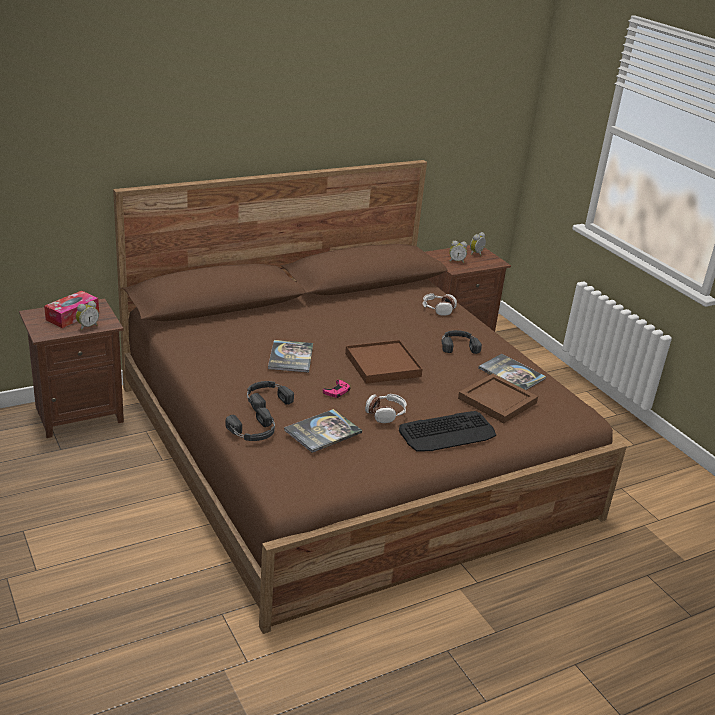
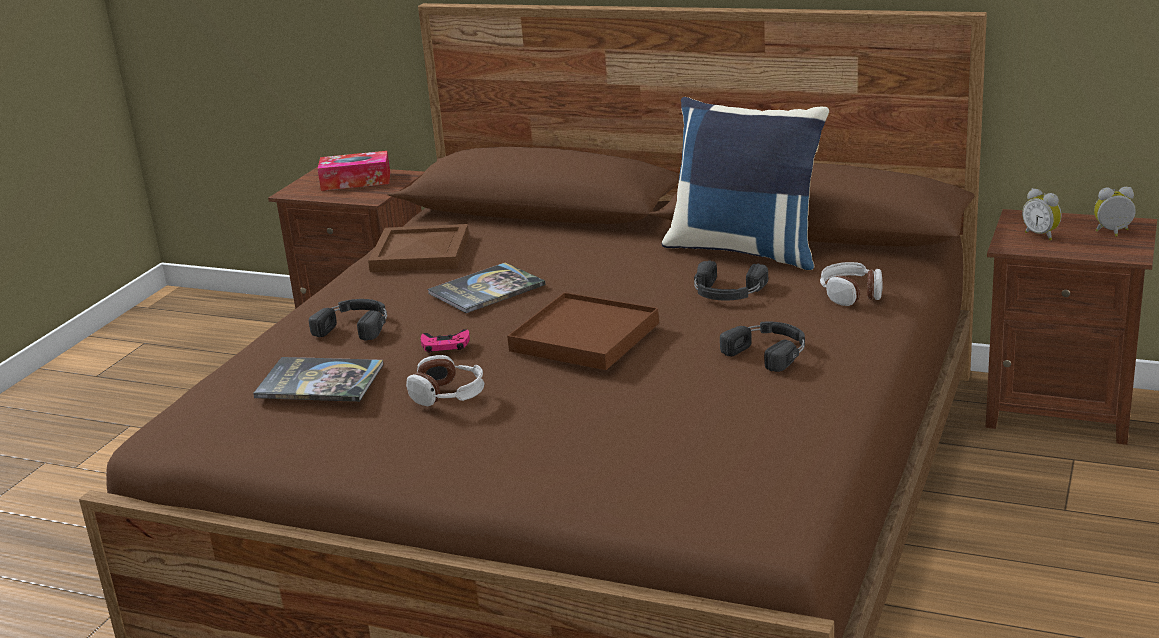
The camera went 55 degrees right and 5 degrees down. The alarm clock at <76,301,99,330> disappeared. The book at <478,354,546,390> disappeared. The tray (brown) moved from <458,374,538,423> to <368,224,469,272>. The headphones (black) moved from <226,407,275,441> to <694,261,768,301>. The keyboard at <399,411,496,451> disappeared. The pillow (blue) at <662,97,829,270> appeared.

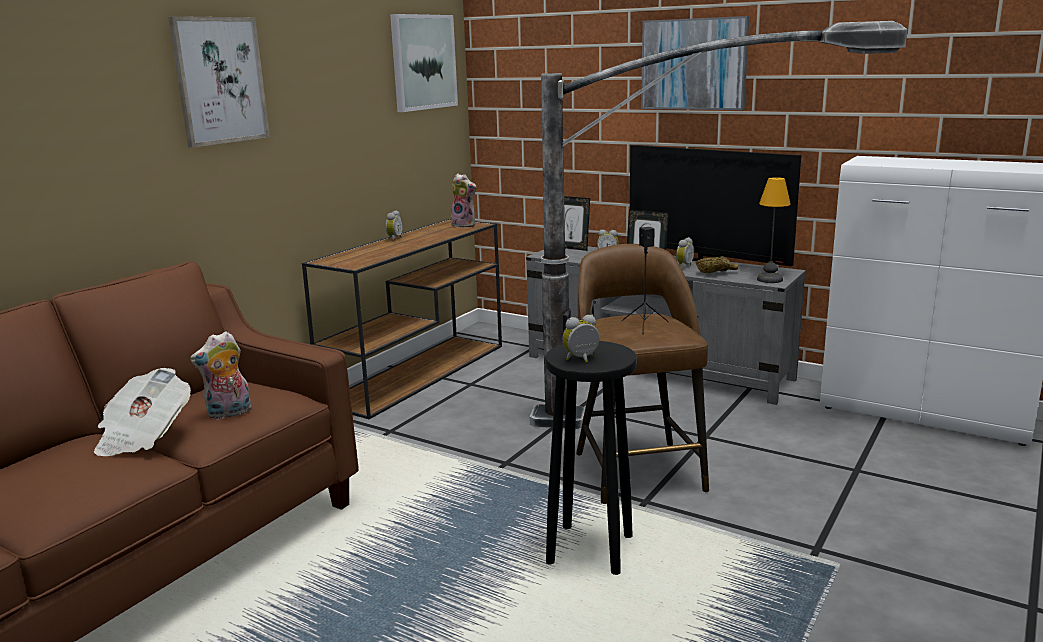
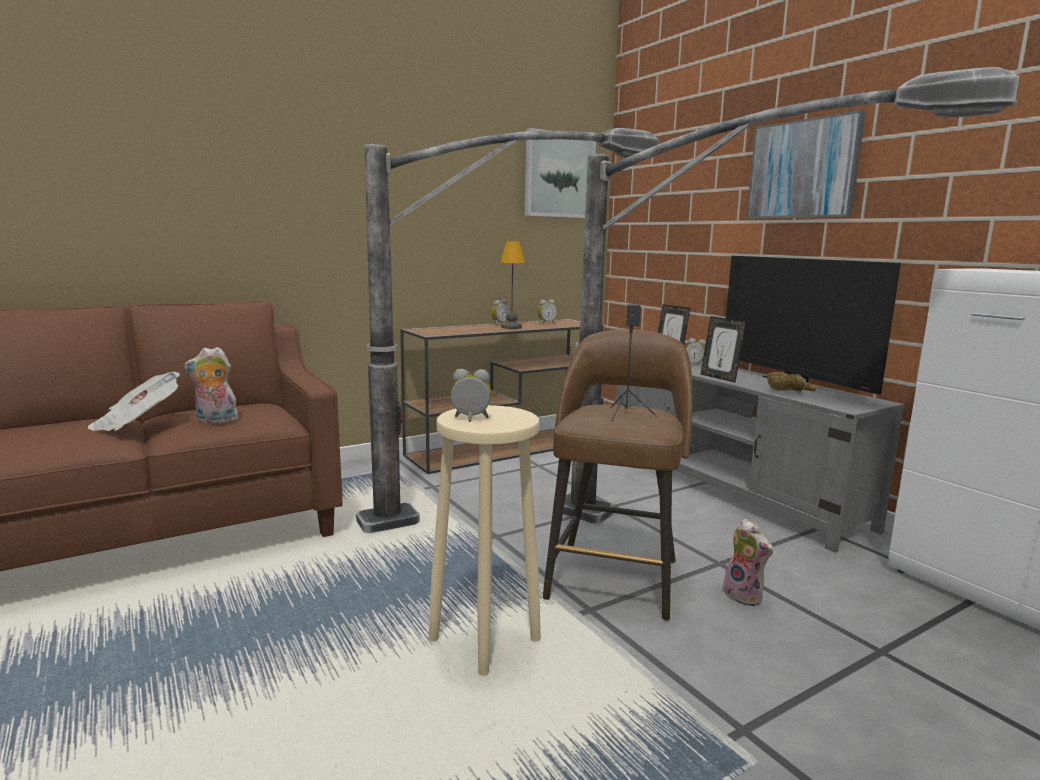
The camera went 25 degrees right and 5 degrees down. The picture at <168,16,270,148> disappeared. The plush toy moved from <451,174,477,228> to <721,519,773,606>. The table lamp moved from <757,177,791,283> to <500,241,525,329>. The alarm clock moved from <676,237,694,269> to <537,299,557,324>. The stool (black) at <545,341,637,575> became the stool (beige) at <429,405,541,676>. The floor lamp at <356,128,660,533> appeared.

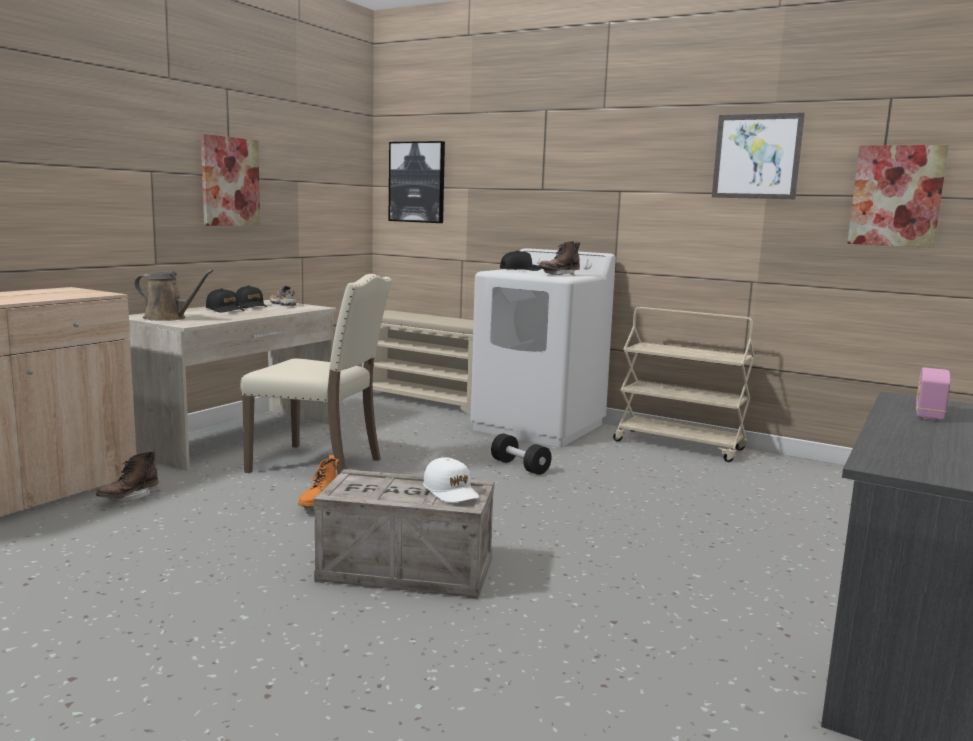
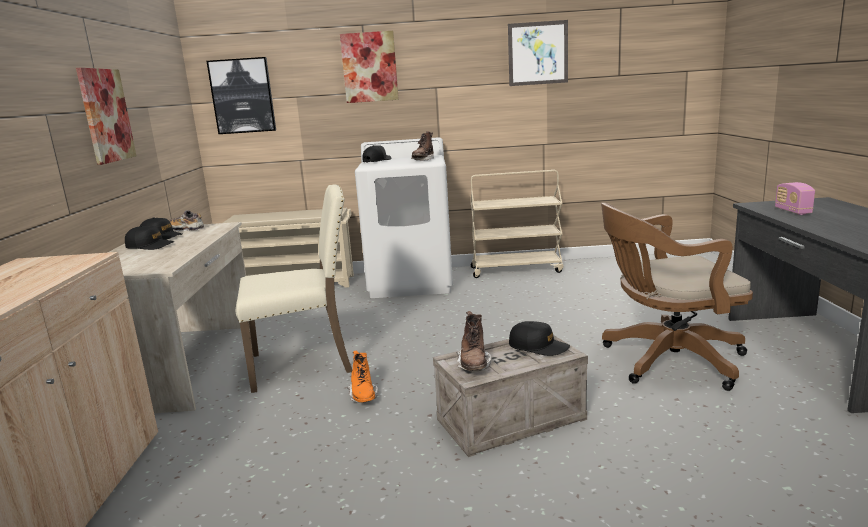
The camera went 30 degrees left and 5 degrees up. The picture moved from <847,145,949,248> to <340,31,399,103>. The watering can (brown) at <134,270,213,321> disappeared. The dumbbell (black) at <491,433,552,475> disappeared. The boot (brown) moved from <96,449,159,502> to <456,311,491,371>. The cap (white) at <423,457,479,502> became the cap (black) at <509,321,570,356>. The office chair (brown) at <601,203,753,391> appeared.

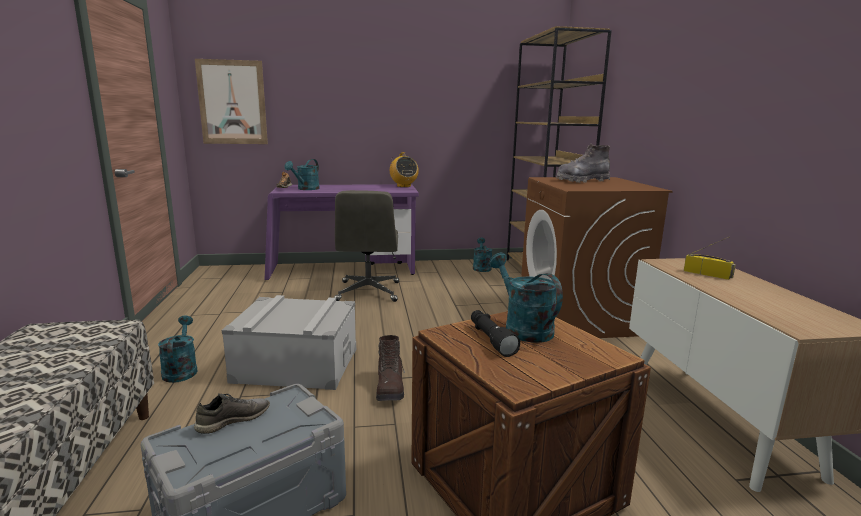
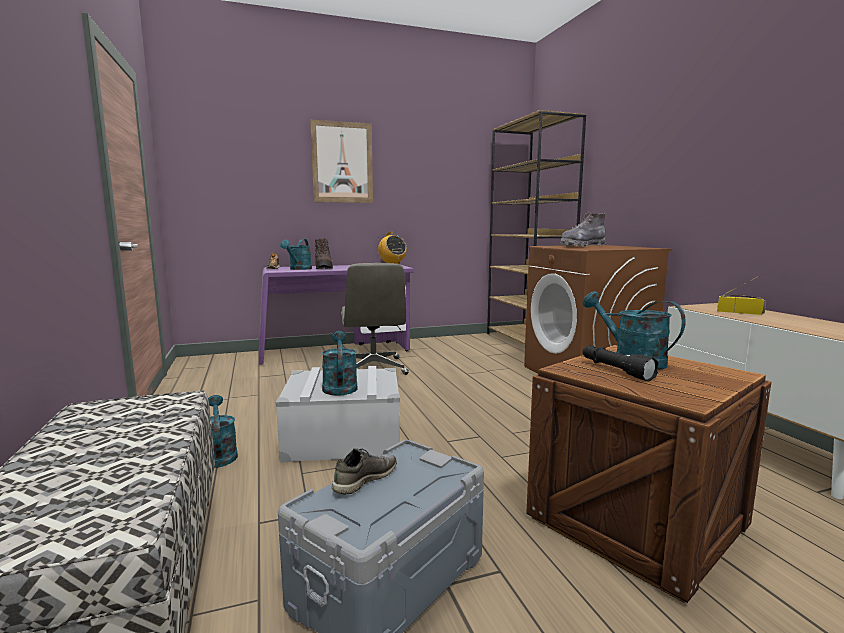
The camera went 10 degrees left and 5 degrees down. The picture moved from <195,59,268,144> to <310,120,373,203>. The watering can (turquoise) moved from <473,238,492,272> to <322,331,358,396>. The boot (brown) moved from <376,335,405,401> to <315,238,333,269>.

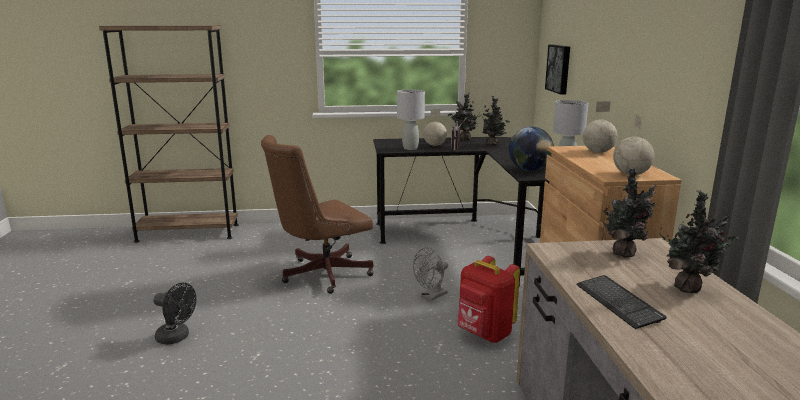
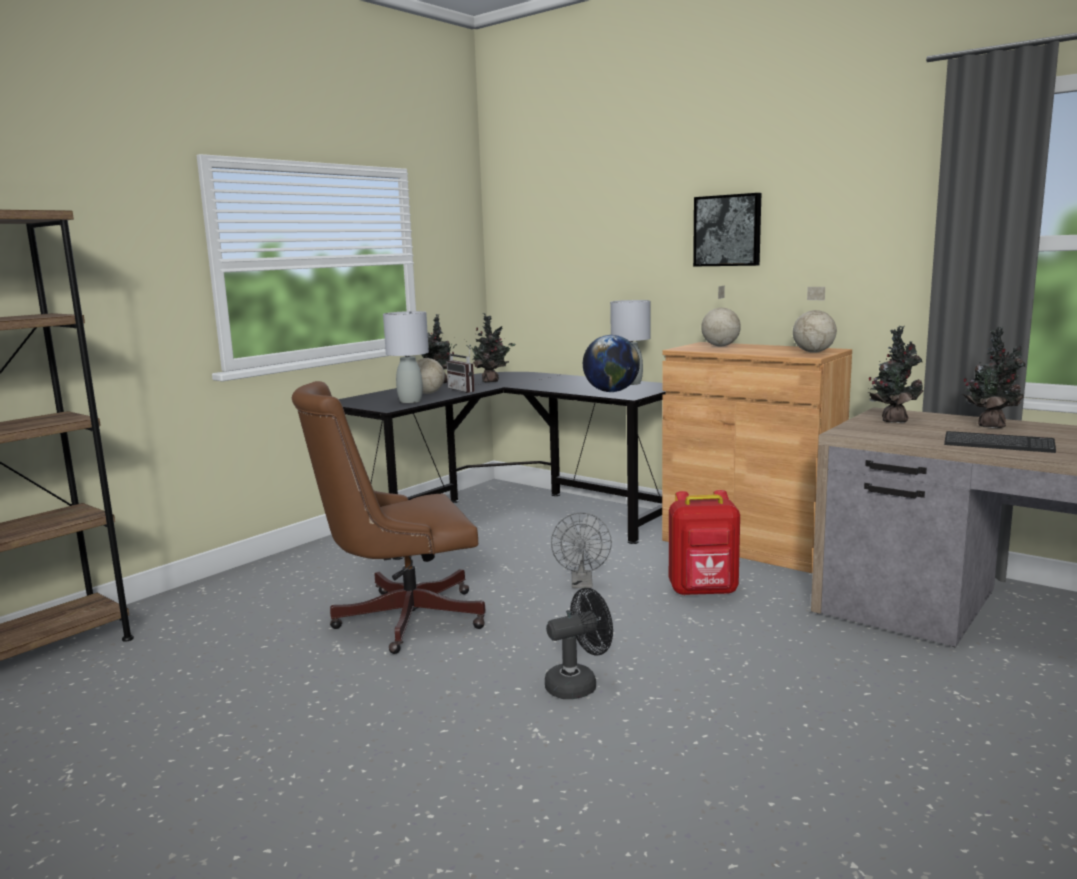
The camera went 45 degrees left and 5 degrees down. The picture moved from <545,44,570,95> to <693,193,761,266>. The office chair (brown) at <261,135,374,294> turned 60 degrees clockwise. The fan (black) moved from <154,283,196,344> to <545,588,613,699>.

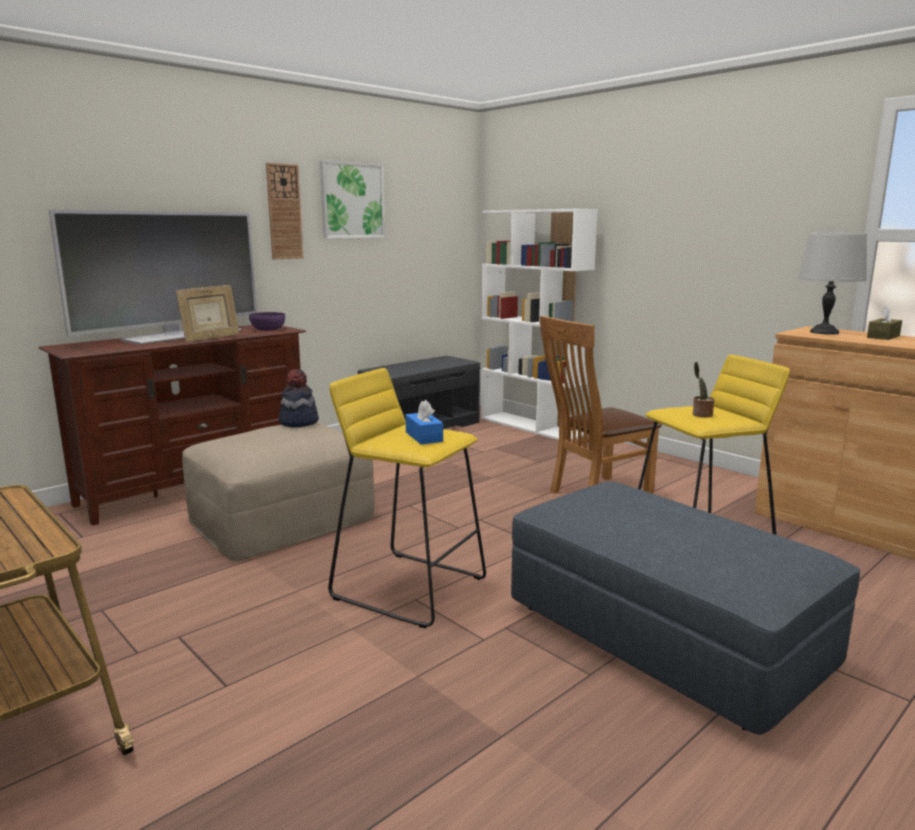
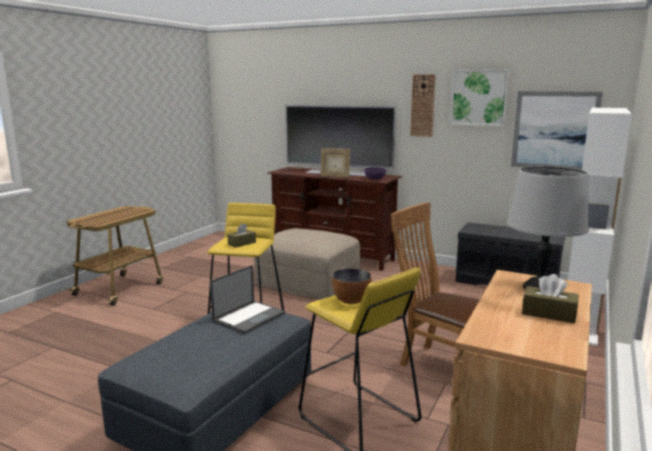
The camera went 70 degrees right and 0 degrees up. The potted plant at <693,362,714,418> was replaced by the bowl at <332,268,372,304>. The hat at <279,369,319,428> disappeared. The tissue box (blue) at <406,400,443,445> became the tissue box (brown) at <228,223,256,248>. The picture at <511,91,603,170> appeared. The laptop at <210,265,285,334> appeared.

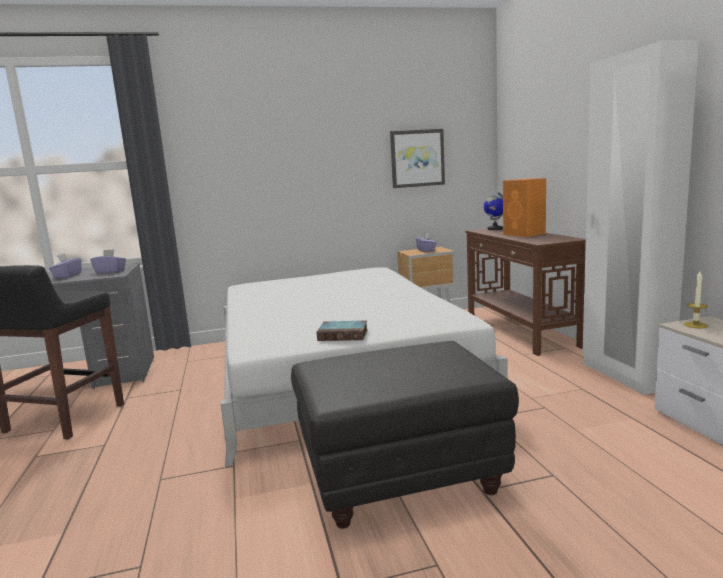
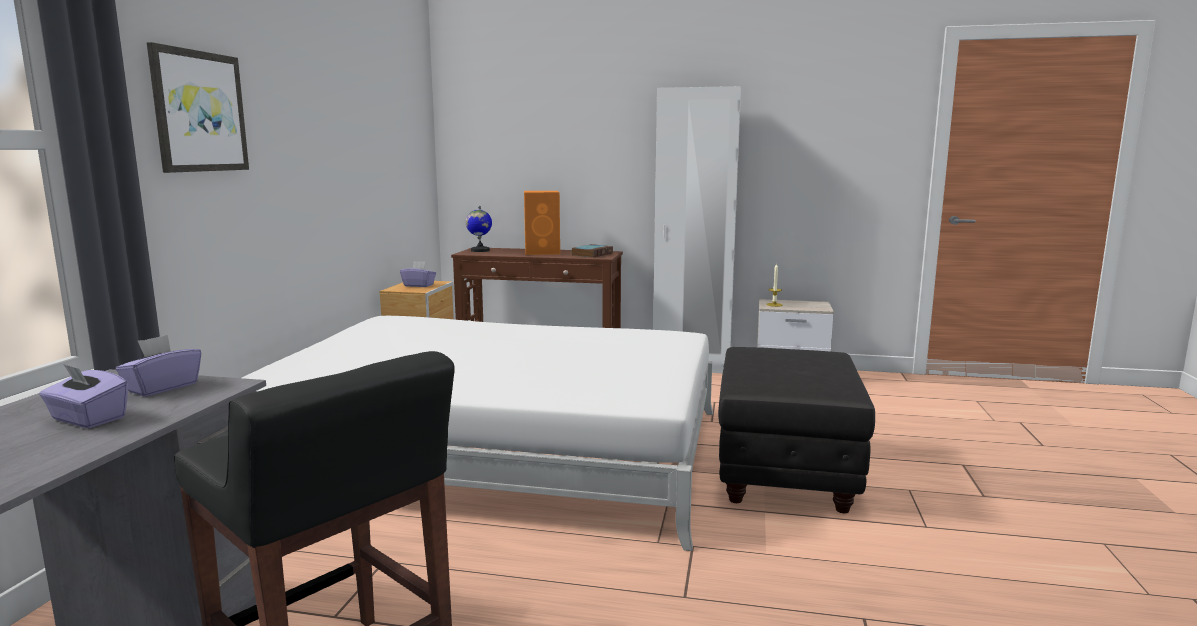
The camera went 65 degrees left and 0 degrees up. The picture moved from <390,129,445,188> to <147,42,249,173>. The book moved from <317,321,368,341> to <571,244,613,258>.

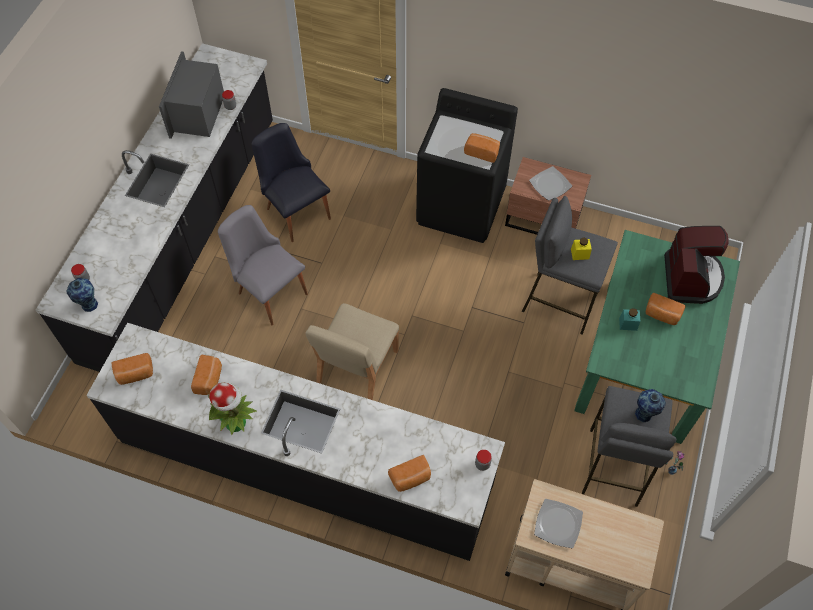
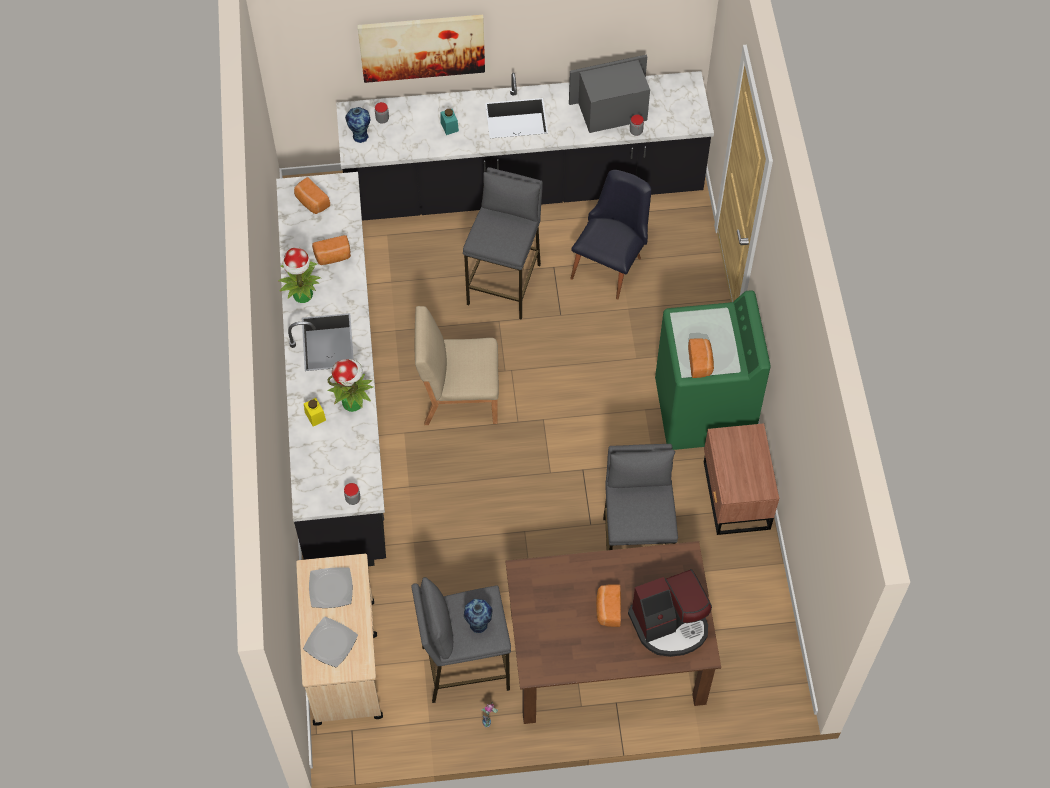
The camera went 65 degrees right and 0 degrees up. The washing machine (black) at <416,88,518,243> became the washing machine (green) at <655,290,771,450>. The plate moved from <529,166,572,200> to <303,617,358,667>. The chair (grey) at <218,205,308,325> was replaced by the stool (grey) at <463,167,543,320>. The dining table (green) at <574,230,740,444> became the dining table (brown) at <506,541,721,724>. The jar (yellow) moved from <571,237,592,260> to <304,398,326,427>. The jar (turquoise) moved from <619,308,640,331> to <441,109,459,135>. The bread at <388,455,431,492> disappeared. The picture at <357,15,485,83> appeared. The potted plant at <327,359,374,412> appeared.

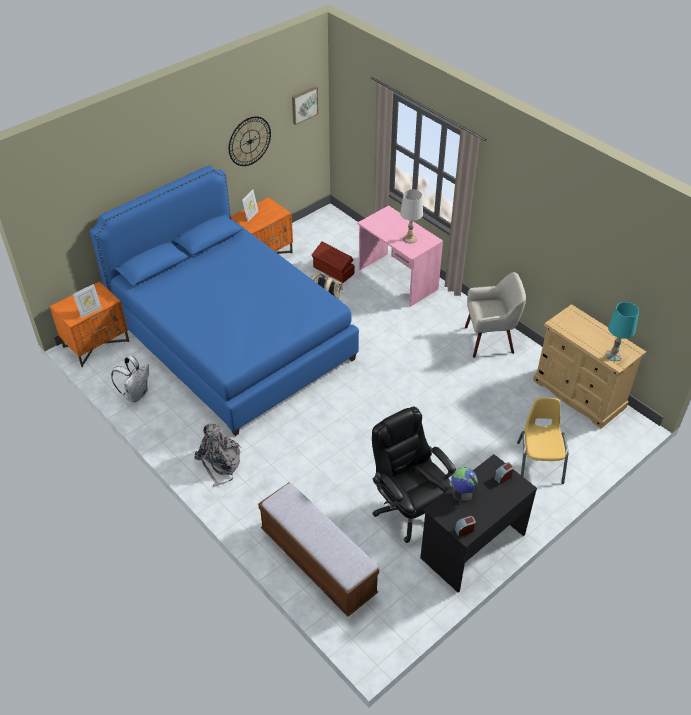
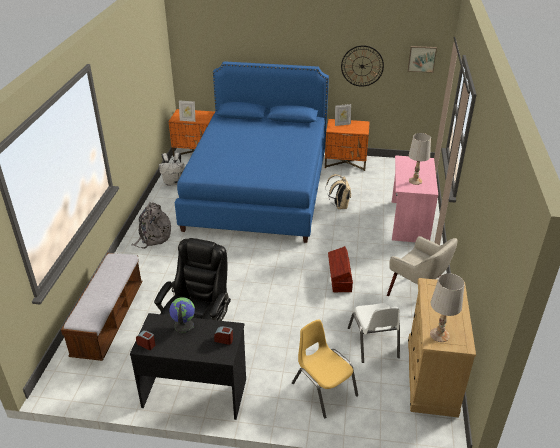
The camera went 50 degrees right and 10 degrees down. The storage box (brown) moved from <312,242,354,283> to <328,246,353,292>. The table lamp (turquoise) at <605,302,639,361> became the table lamp (white) at <430,273,465,342>. The chair (yellow) at <517,397,568,484> turned 90 degrees counterclockwise. The chair (white) at <348,303,400,363> appeared.

